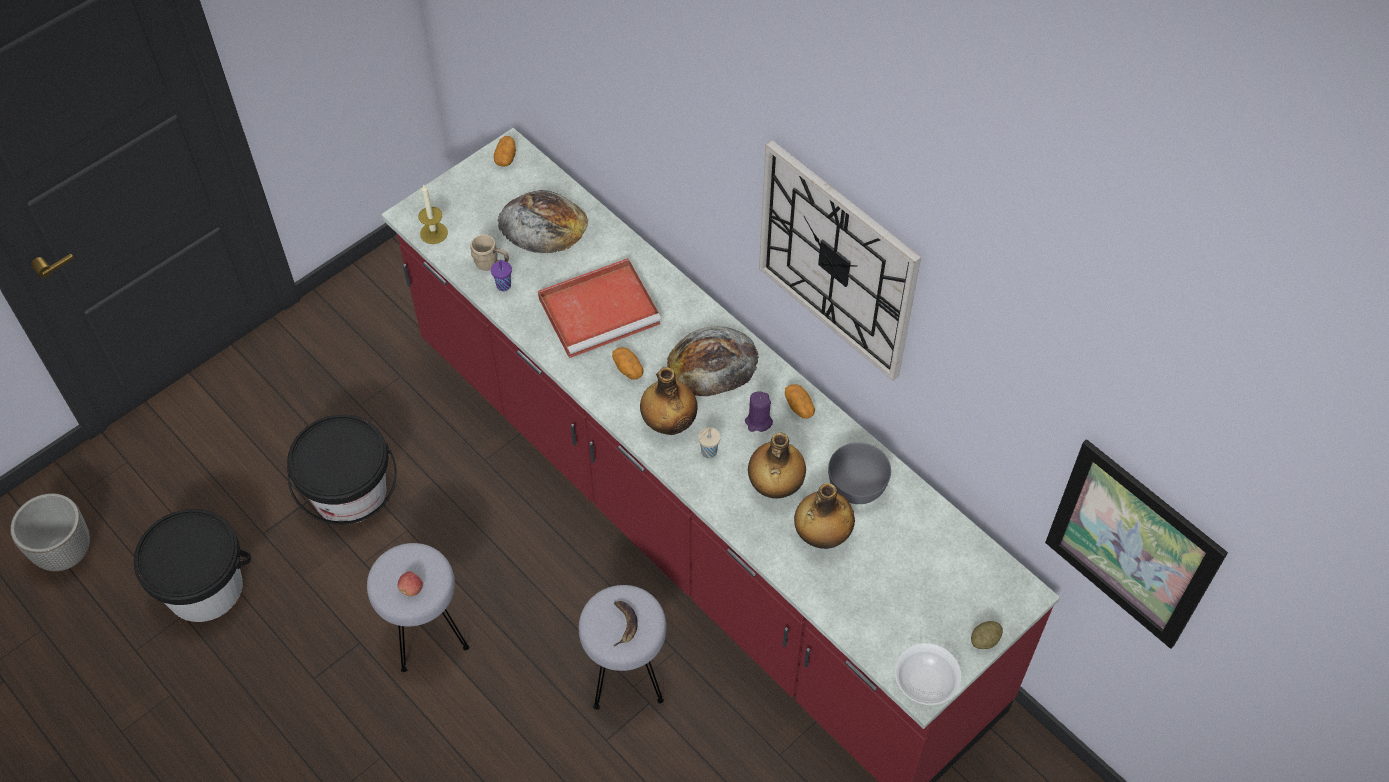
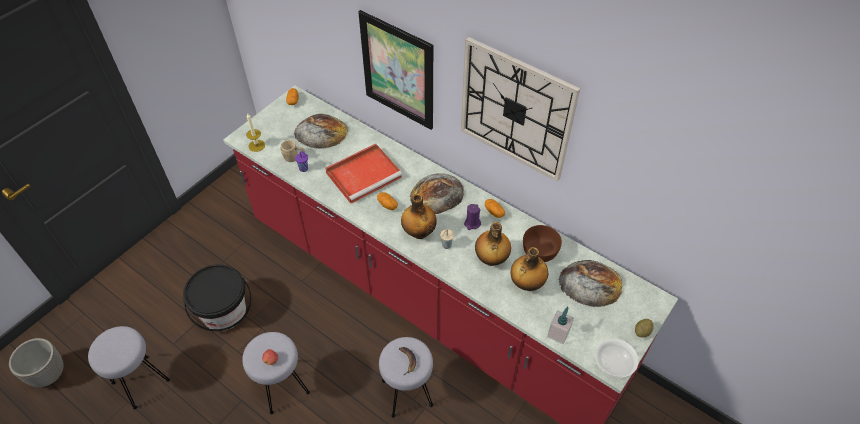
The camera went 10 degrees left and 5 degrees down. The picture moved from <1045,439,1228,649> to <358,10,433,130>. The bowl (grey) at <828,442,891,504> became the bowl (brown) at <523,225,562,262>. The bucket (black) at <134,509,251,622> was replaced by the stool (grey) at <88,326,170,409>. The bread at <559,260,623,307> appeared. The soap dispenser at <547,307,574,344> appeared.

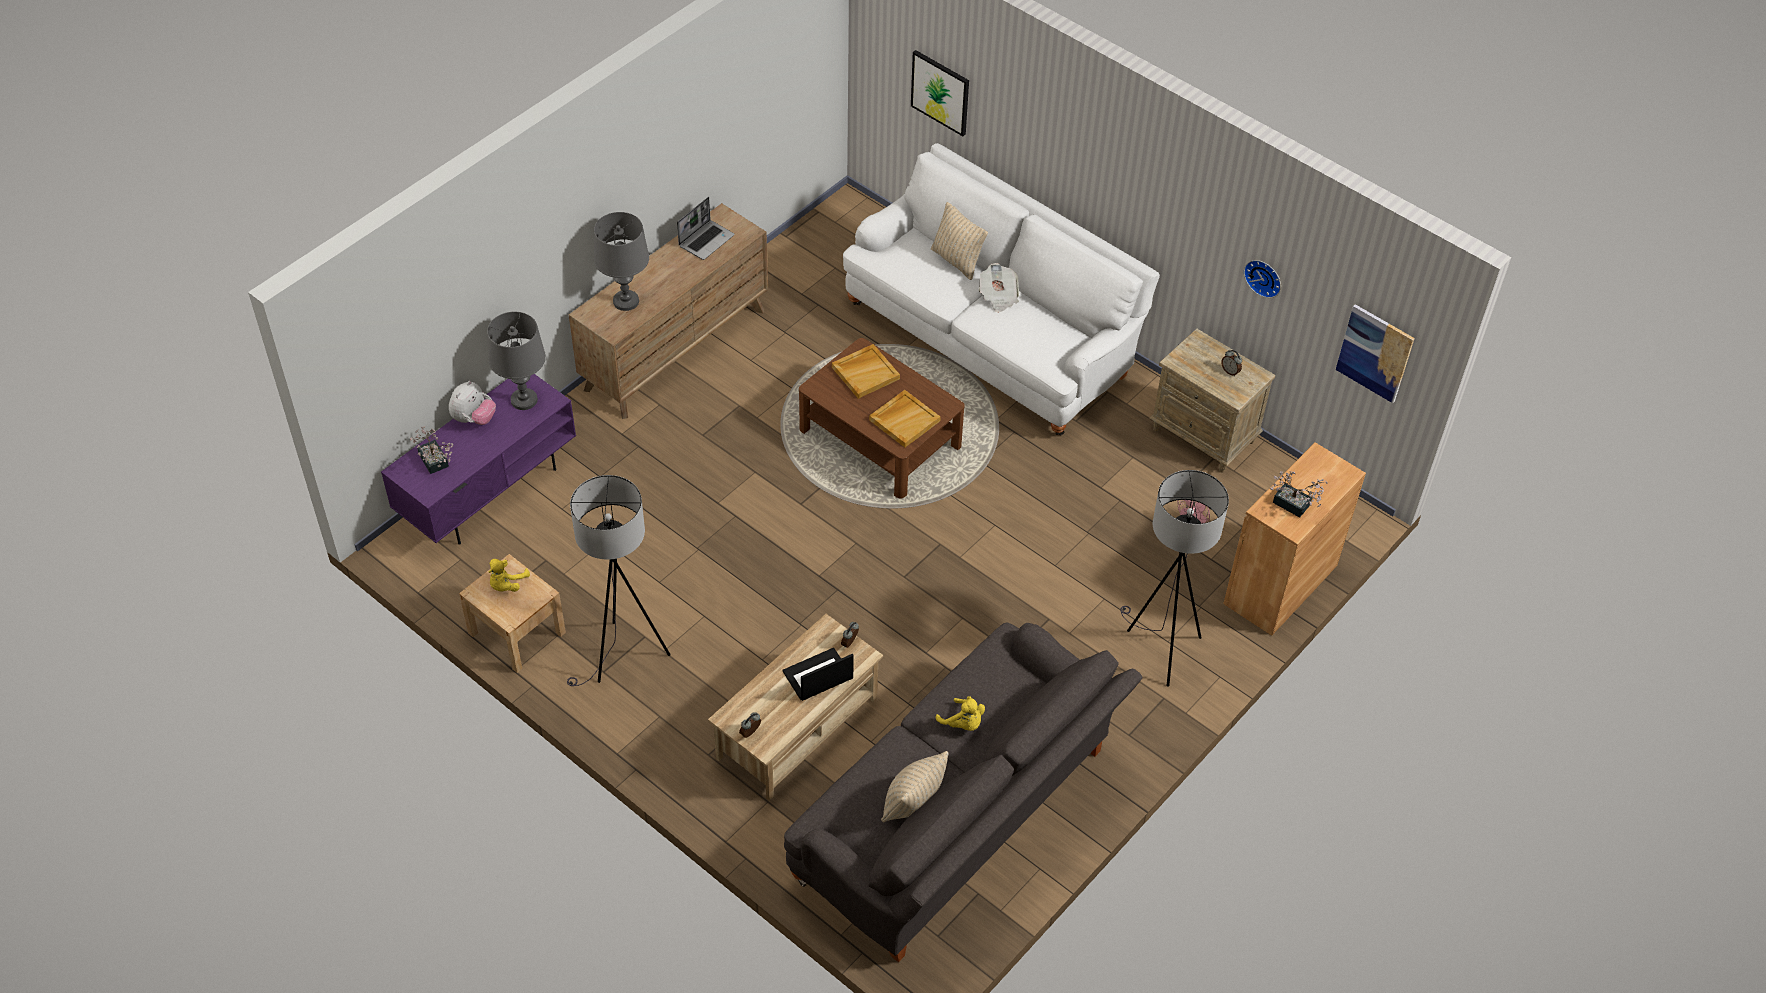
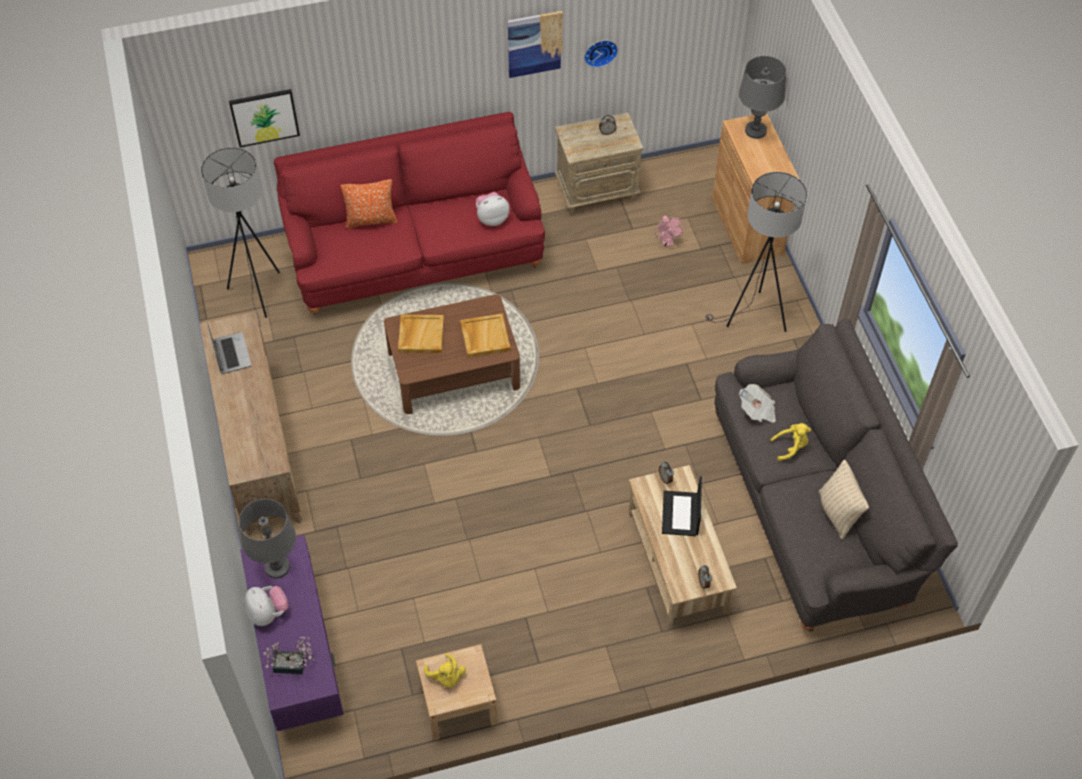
The camera went 55 degrees left and 5 degrees up. The sofa (white) at <843,143,1160,436> became the sofa (red) at <274,112,545,315>. The pillow (beige) at <931,202,988,280> became the pillow (orange) at <341,179,397,228>. The table lamp (grey) moved from <594,212,649,311> to <739,56,786,139>. The newspaper moved from <979,263,1019,313> to <739,384,776,423>. The picture moved from <1336,304,1415,403> to <508,11,563,78>. The potted plant at <1270,471,1328,518> disappeared. The floor lamp (grey) moved from <567,475,671,686> to <201,147,280,321>. The plush toy at <476,192,510,226> appeared.

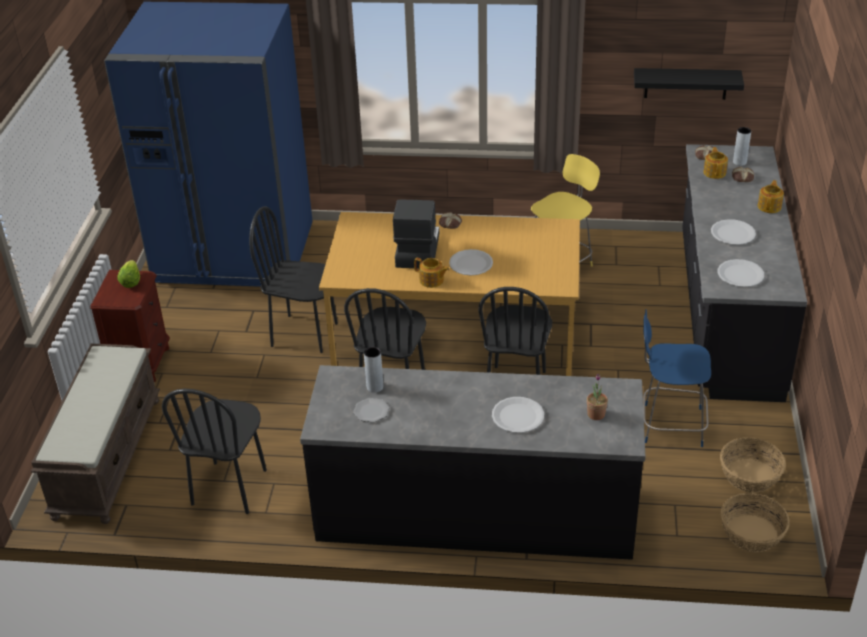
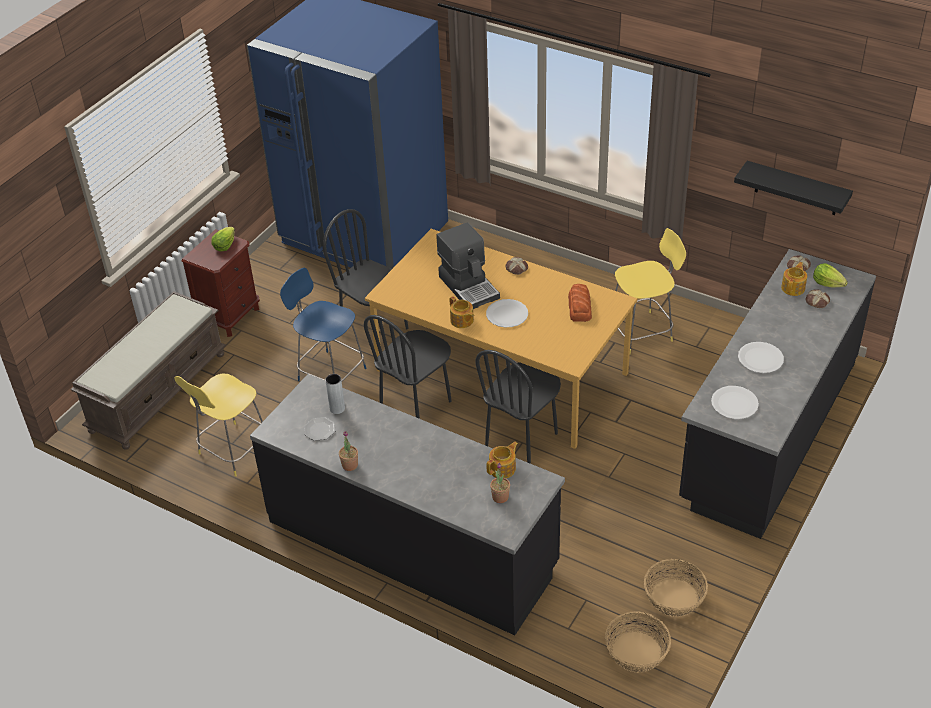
The camera went 25 degrees right and 5 degrees up. The vase (grey) at <733,127,751,166> was replaced by the lettuce at <813,263,848,287>. The teapot moved from <758,180,784,213> to <487,442,518,478>. The coffee machine at <393,200,440,268> turned 120 degrees clockwise. The stool (blue) moved from <643,309,711,447> to <280,267,366,381>. The chair (black) at <162,389,267,514> was replaced by the stool (yellow) at <175,373,263,477>. The plate (white) at <492,397,544,433> disappeared. The bread at <568,284,592,322> appeared. The potted plant at <339,431,358,471> appeared.

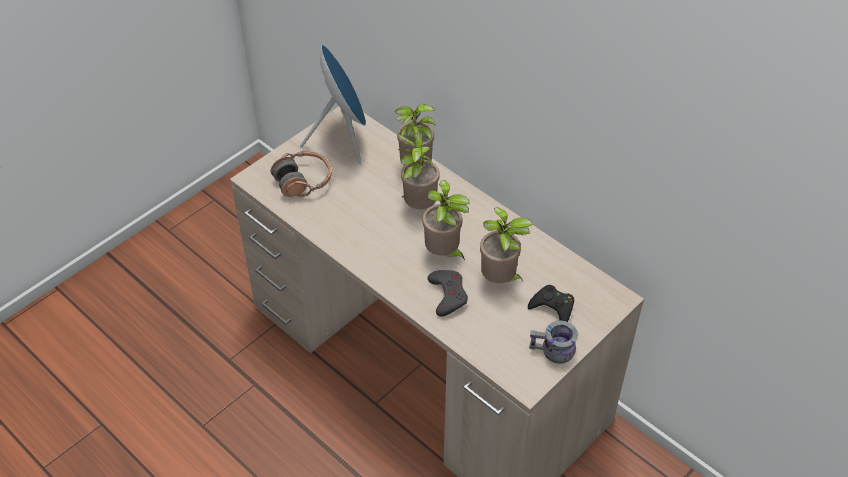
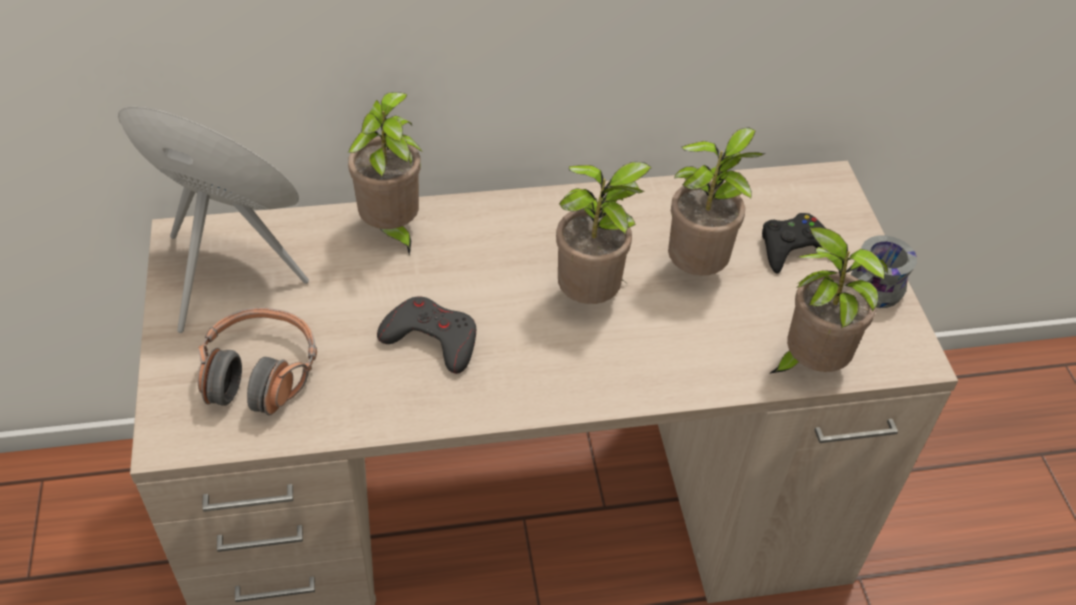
The camera went 55 degrees left and 0 degrees up. The potted plant moved from <398,130,440,209> to <769,227,888,374>. The game controller (grey) moved from <428,270,468,317> to <377,297,476,374>.

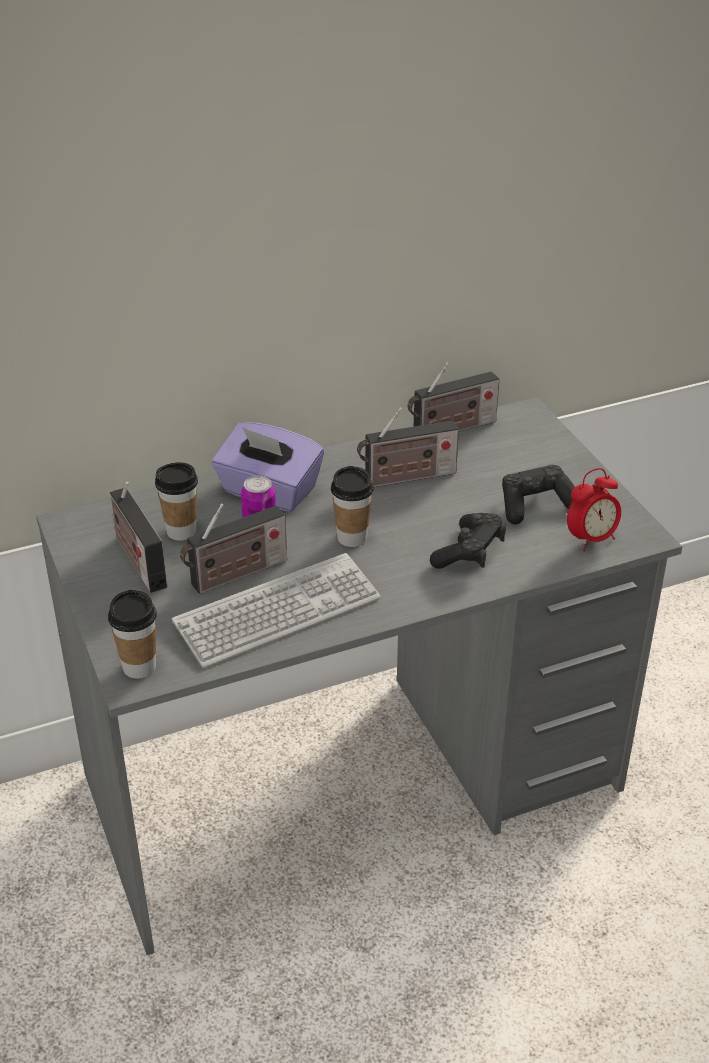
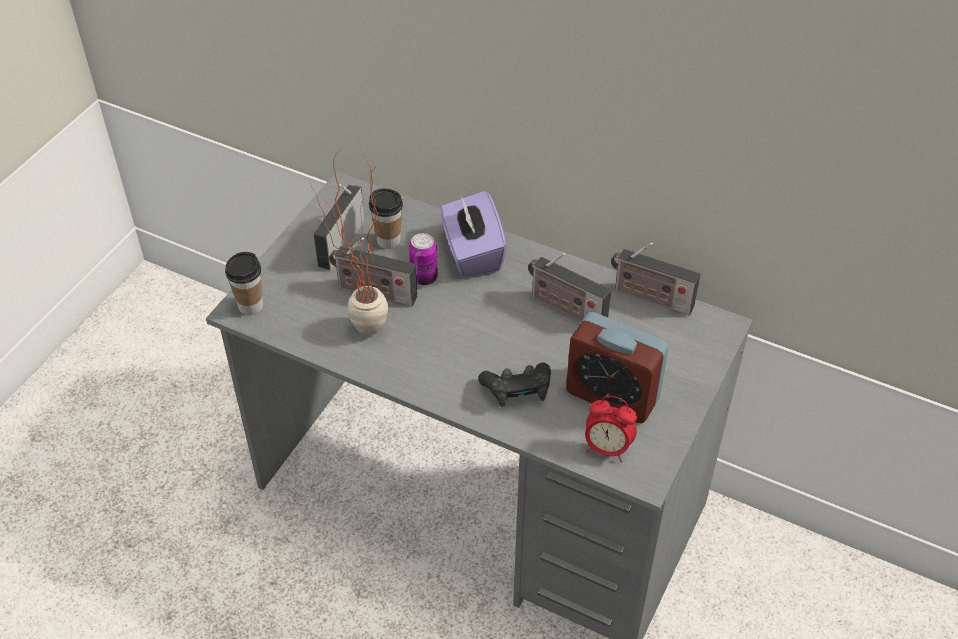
The camera went 50 degrees right and 10 degrees up. The game controller (black) at <502,465,575,524> was replaced by the alarm clock at <566,312,669,423>. The cup at <331,466,374,547> disappeared. The keyboard at <172,553,381,668> was replaced by the potted plant at <310,147,388,335>.

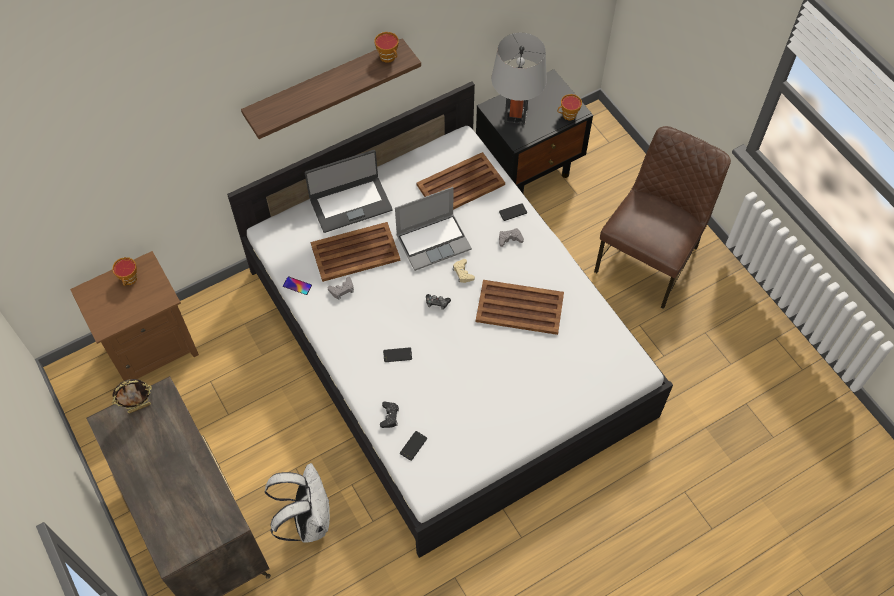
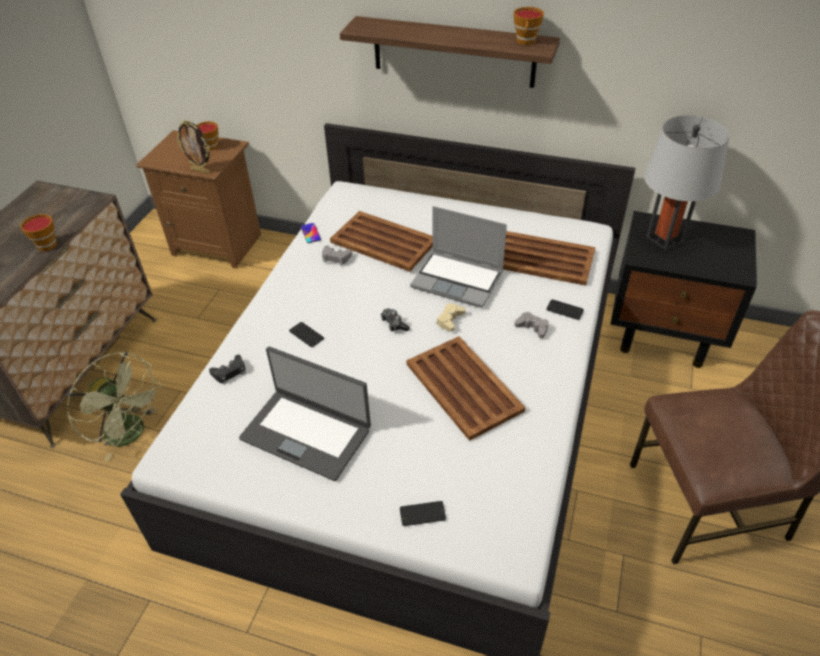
The camera went 50 degrees right and 15 degrees down. The cup moved from <557,94,582,120> to <21,214,57,251>. The laptop moved from <305,150,393,233> to <239,347,371,481>. The picture frame moved from <112,379,152,413> to <176,120,210,174>. The phone moved from <400,431,427,461> to <400,501,446,526>. The backpack (white) at <264,463,330,543> was replaced by the fan (green) at <67,352,162,461>.

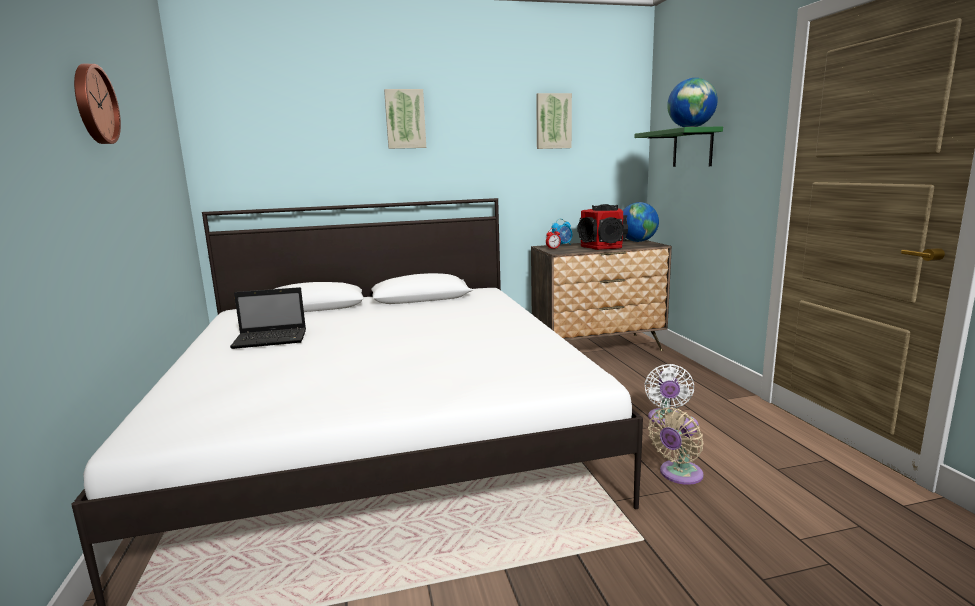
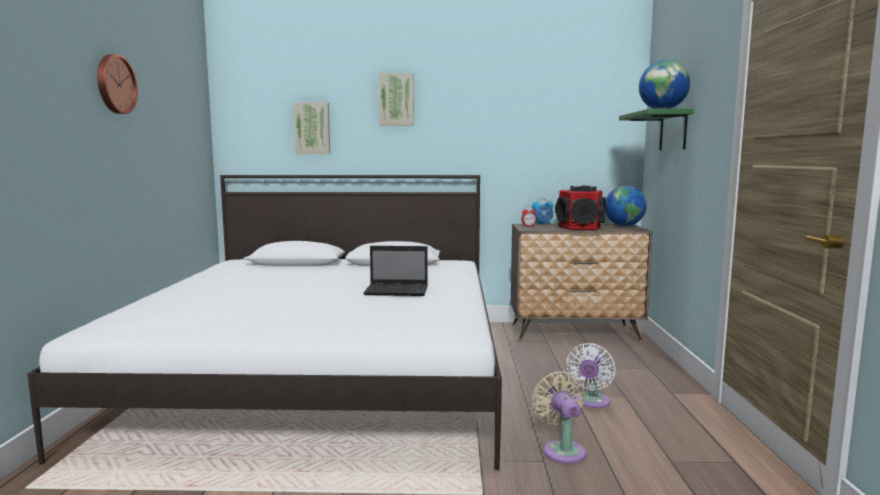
The camera went 15 degrees right and 5 degrees down. The picture moved from <536,93,572,149> to <293,102,330,154>. The laptop moved from <230,287,306,349> to <364,246,428,296>. The fan (beige) at <648,407,704,485> turned 105 degrees clockwise.

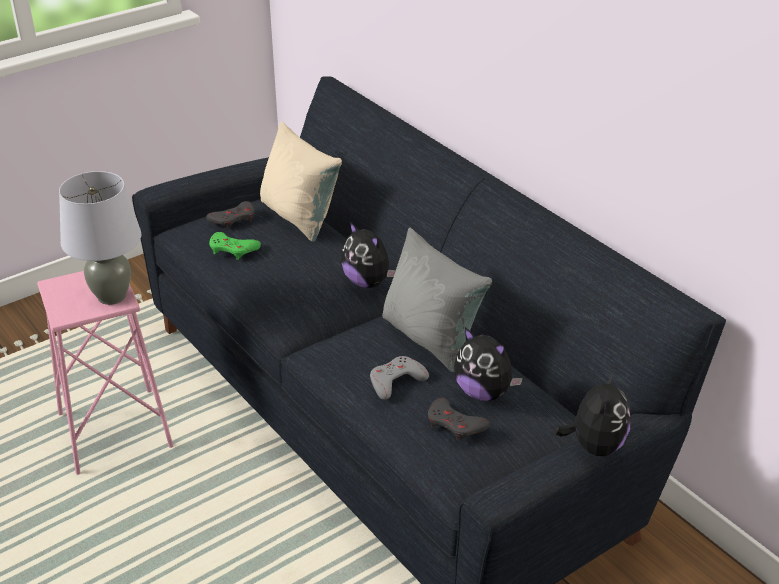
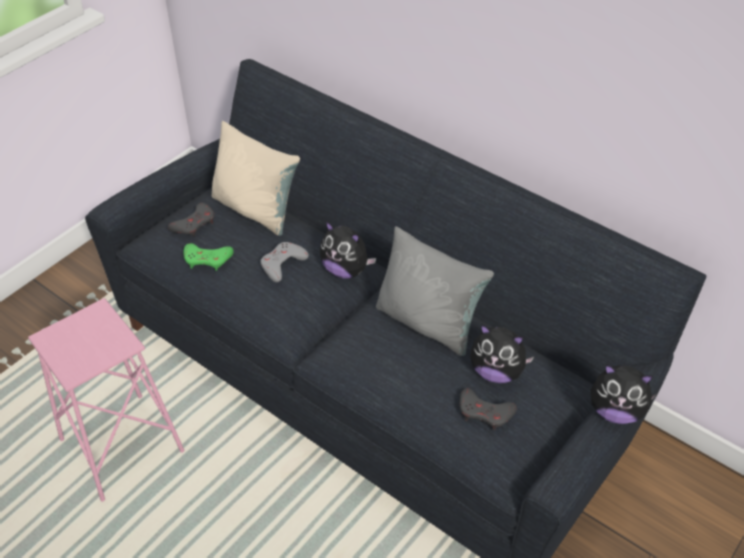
The camera went 15 degrees left and 10 degrees up. The table lamp (grey) at <59,171,141,305> disappeared. The game controller (grey) moved from <370,356,429,400> to <261,242,309,282>. The plush toy at <554,370,630,456> turned 105 degrees clockwise.

